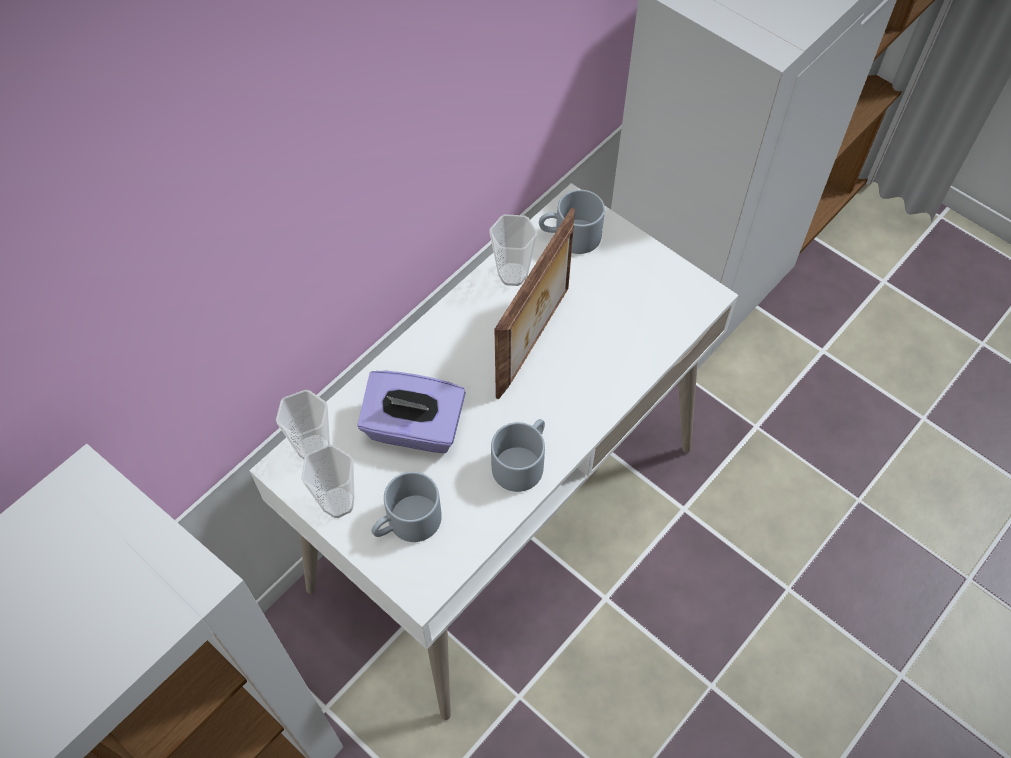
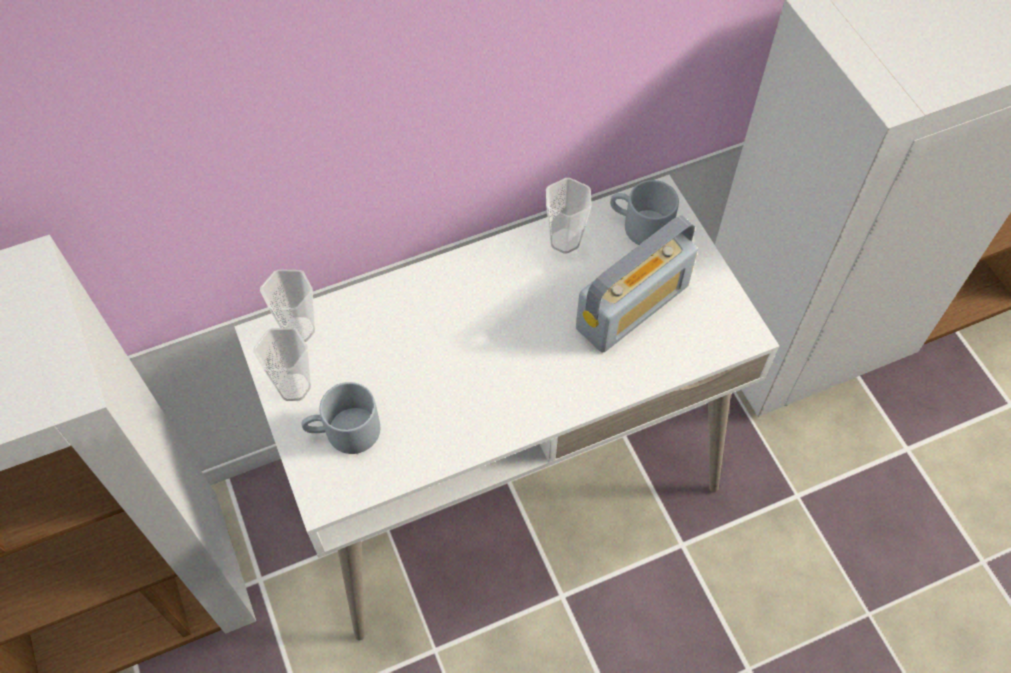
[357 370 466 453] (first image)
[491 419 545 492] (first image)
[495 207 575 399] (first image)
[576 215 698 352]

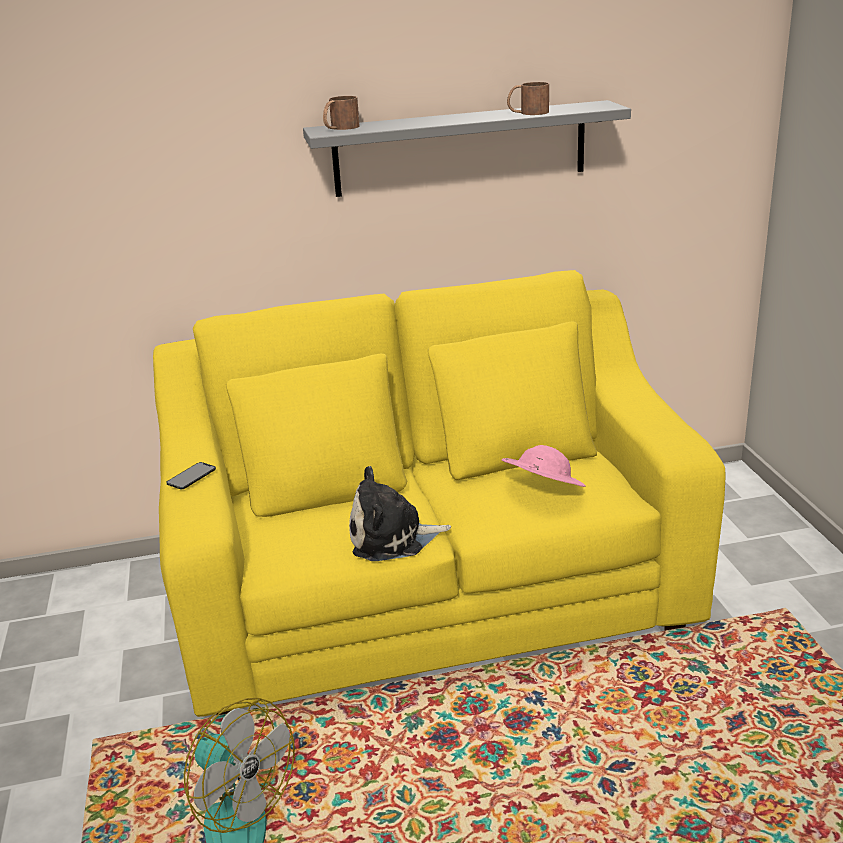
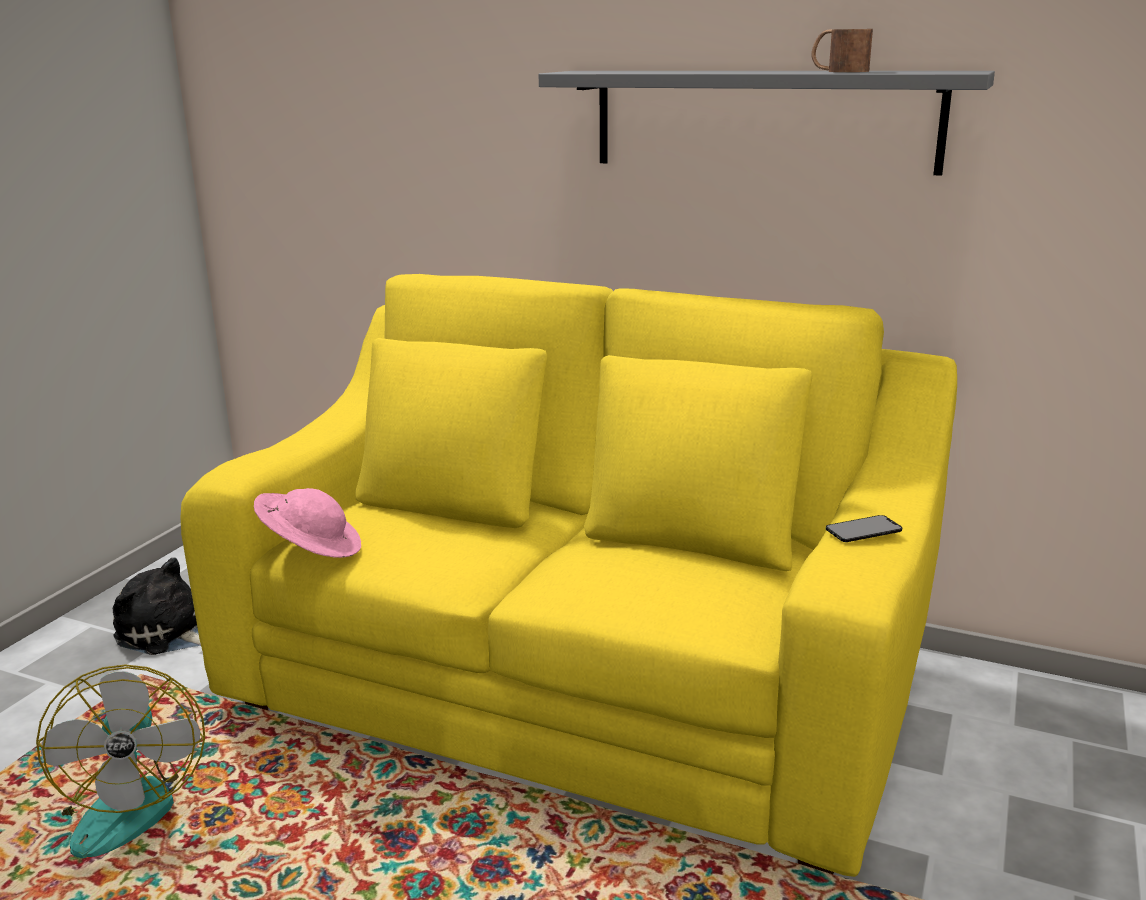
[323 96 360 130] (first image)
[826 515 902 542]
[113 557 201 655]
[254 488 361 558]

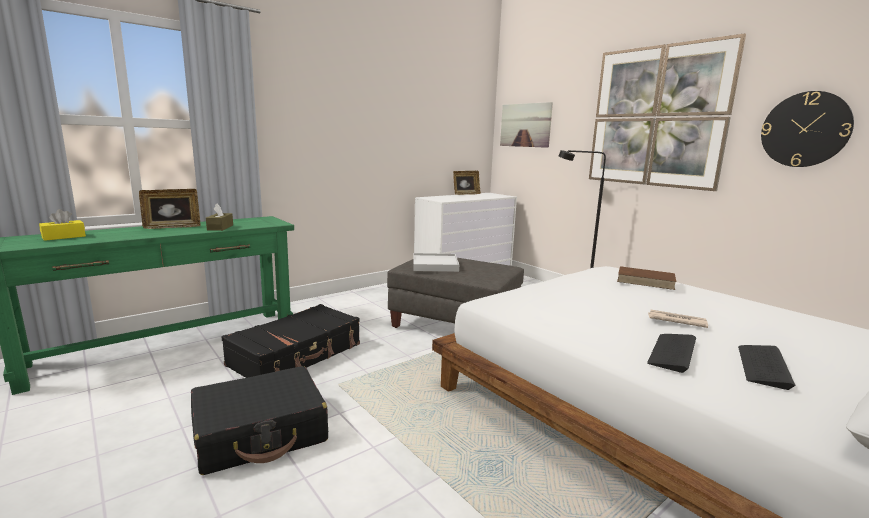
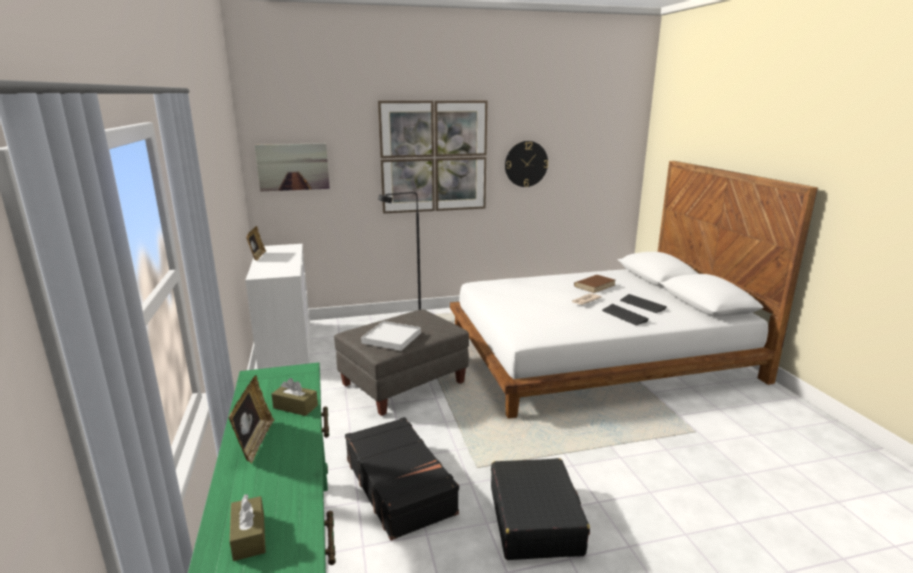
[574 275 615 293]
[230 494 266 561]

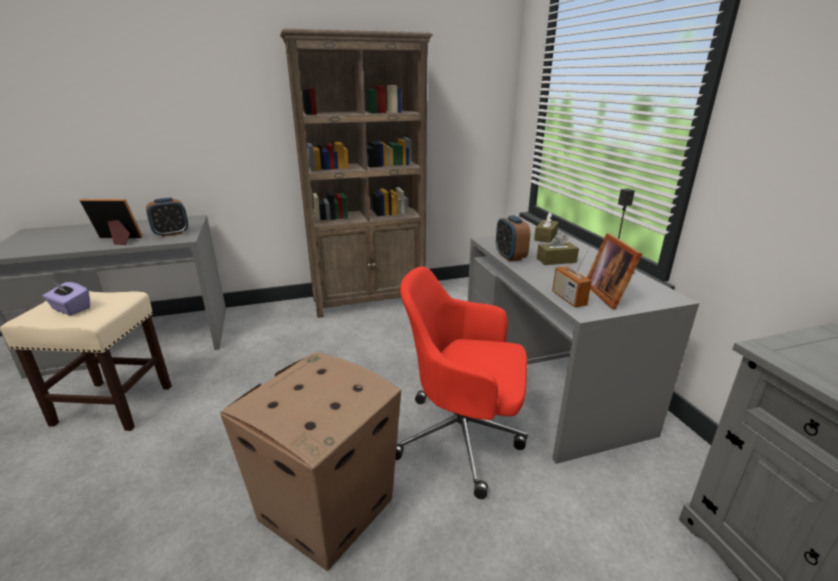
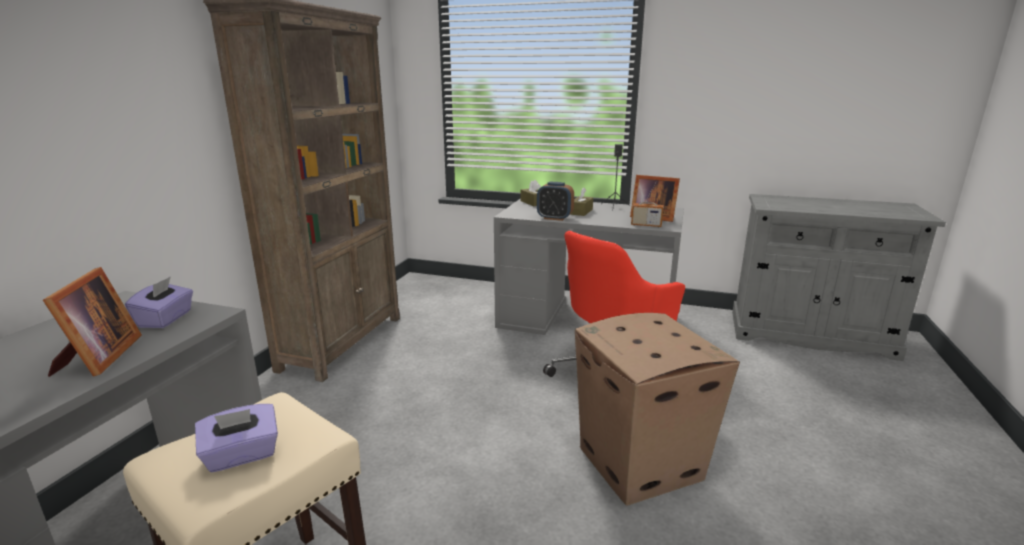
[125 276 193 328]
[43 267 142 377]

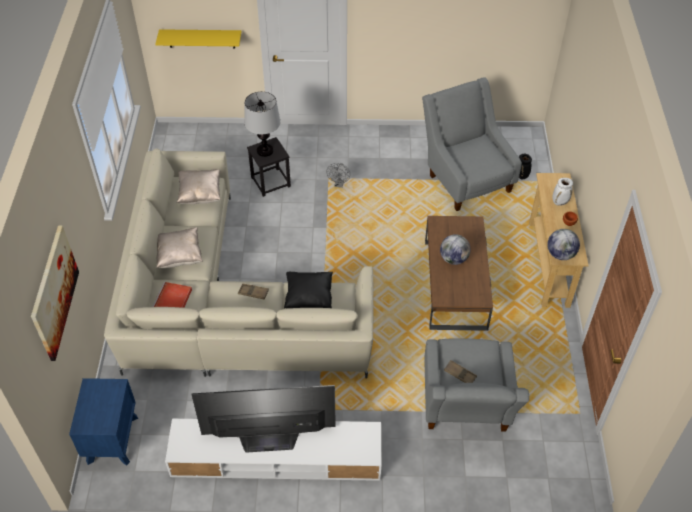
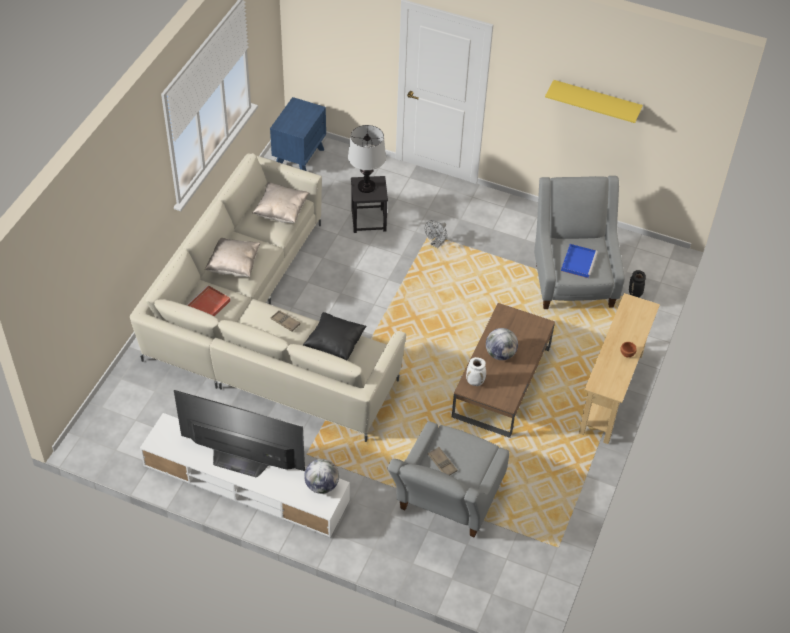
[31 225 79 361] (first image)
[561 244 598 278]
[270 97 326 171]
[545 80 643 123]
[304 459 339 494]
[466 357 486 386]

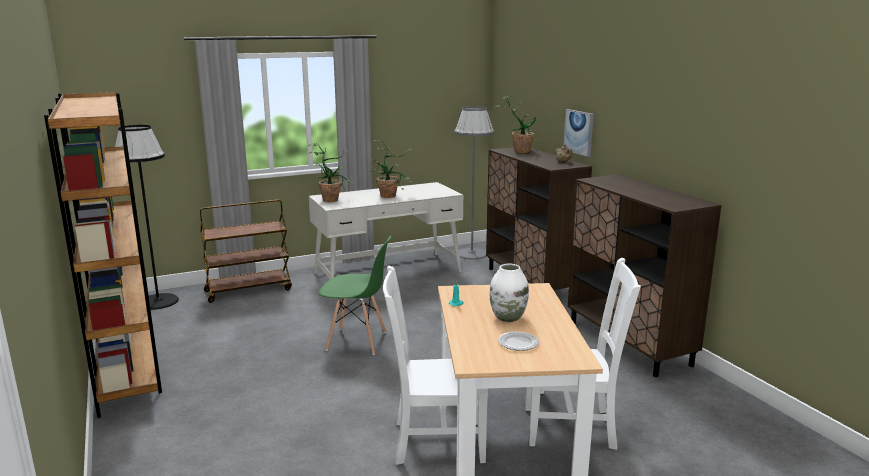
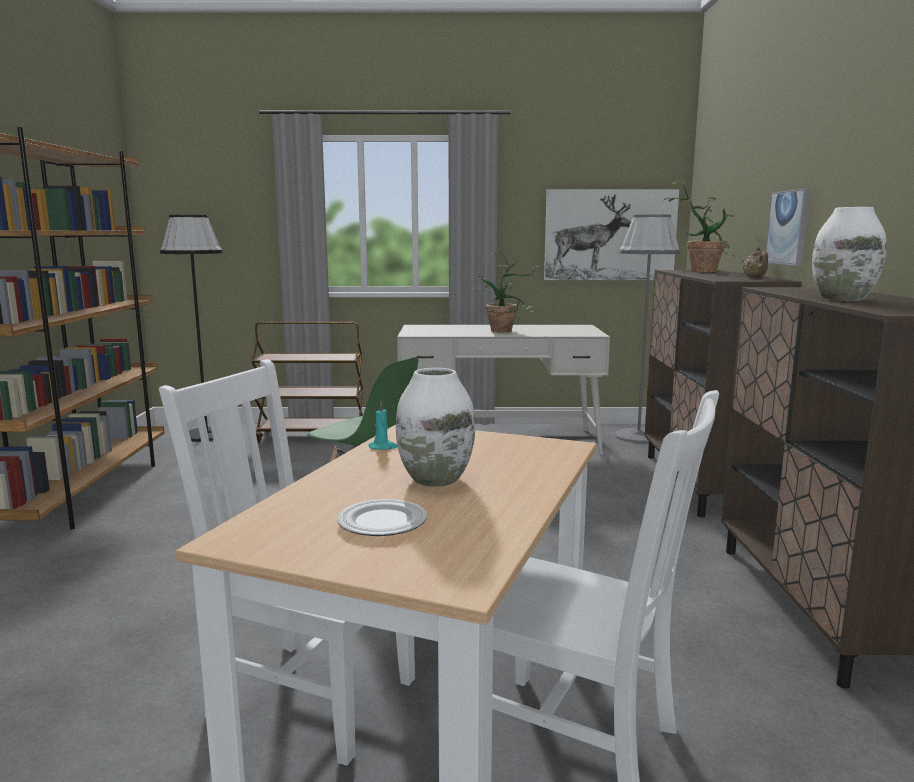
[308 143 354 202] (first image)
[544 189 679 280]
[812 207 886 301]

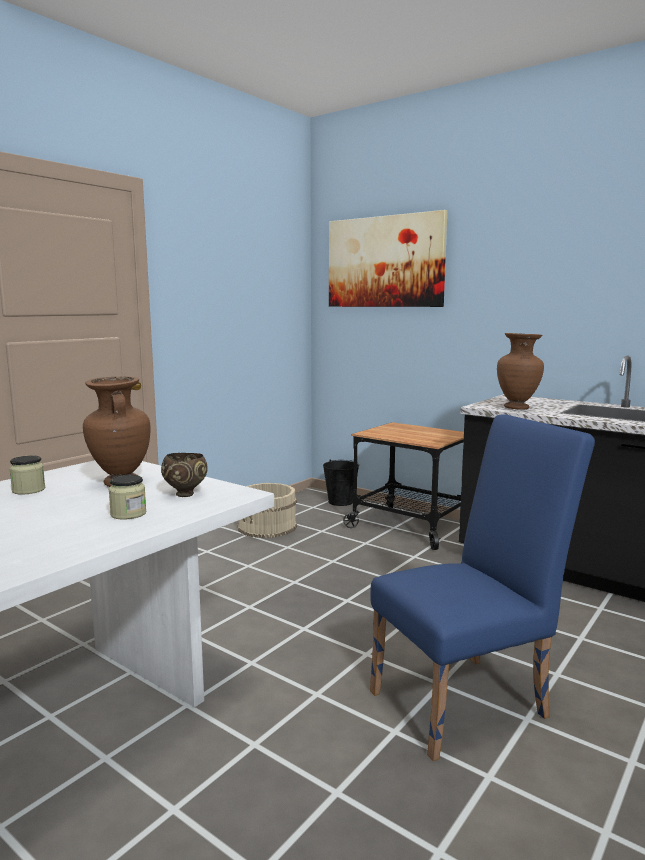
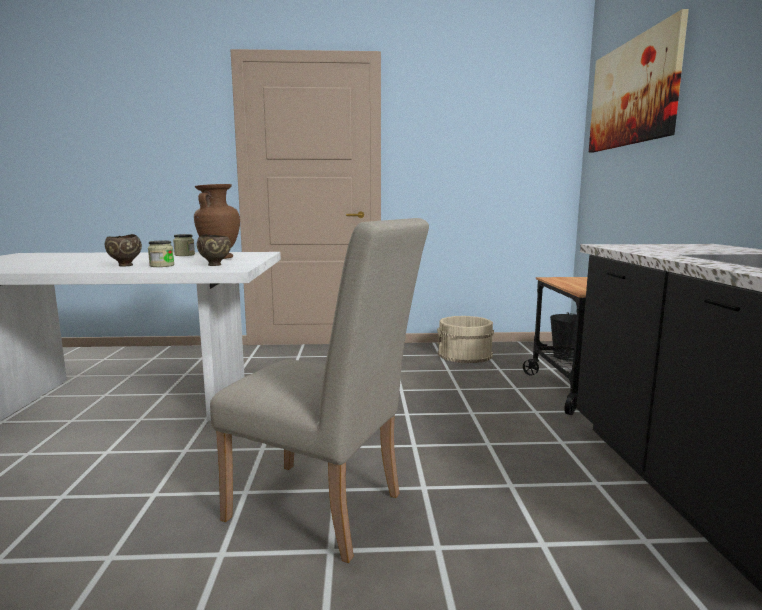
[497 333 544 410] (first image)
[105 234 142 267]
[210 218 429 563]

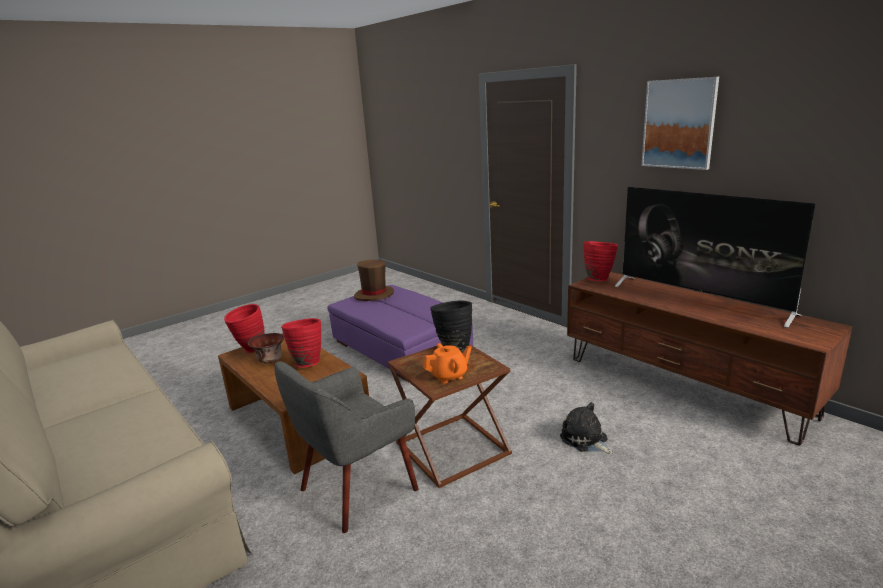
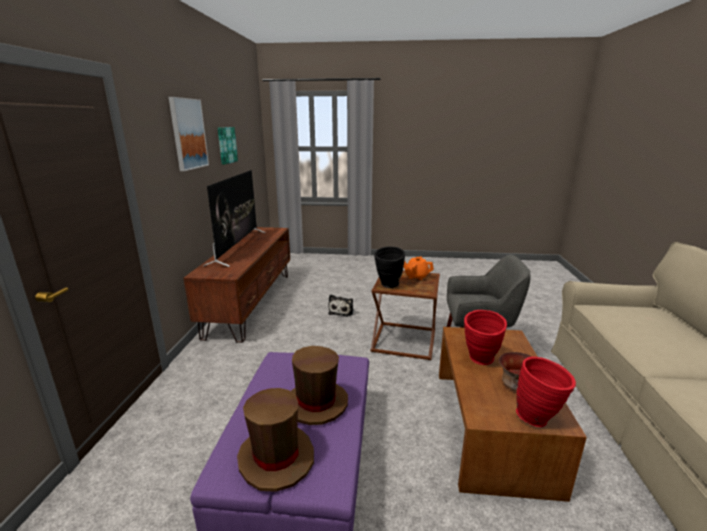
[584 241 618 281] (first image)
[218 127 238 165]
[291 346 348 425]

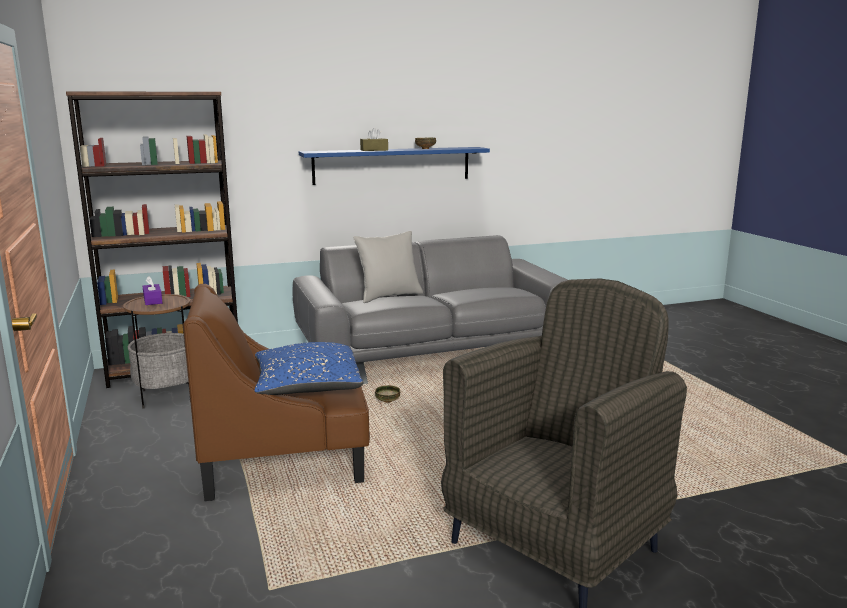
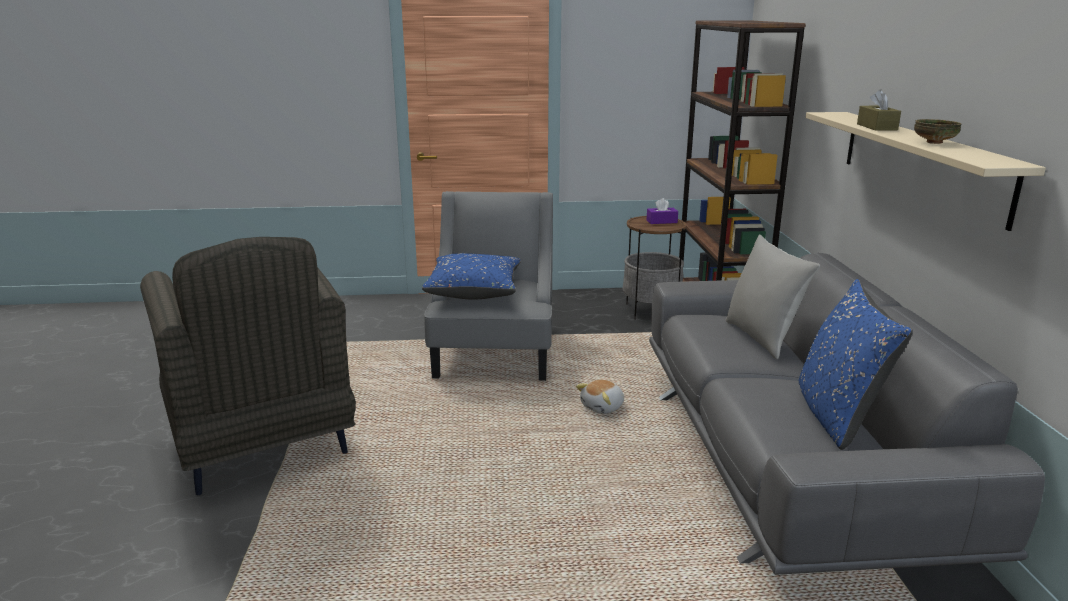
[798 279 913 450]
[576 380 624 414]
[424 191 553 381]
[806 112 1046 231]

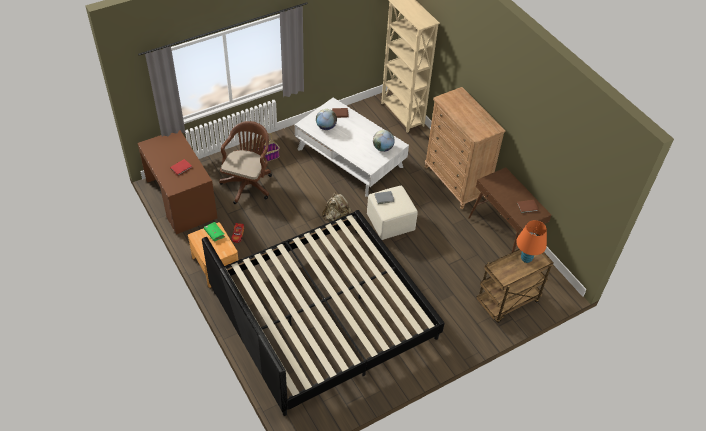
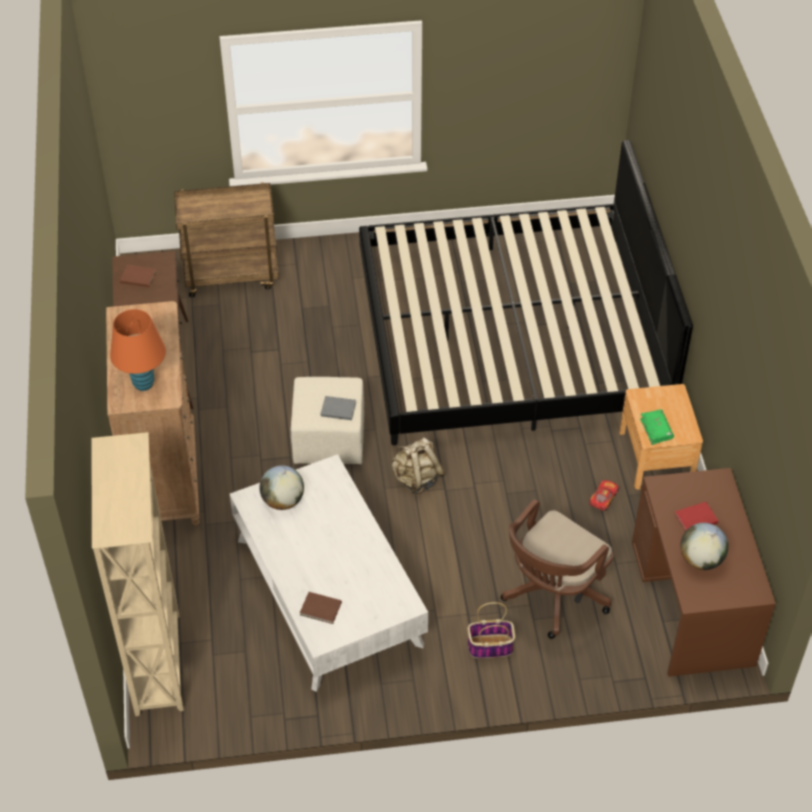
[680 523 728 570]
[110 309 166 391]

